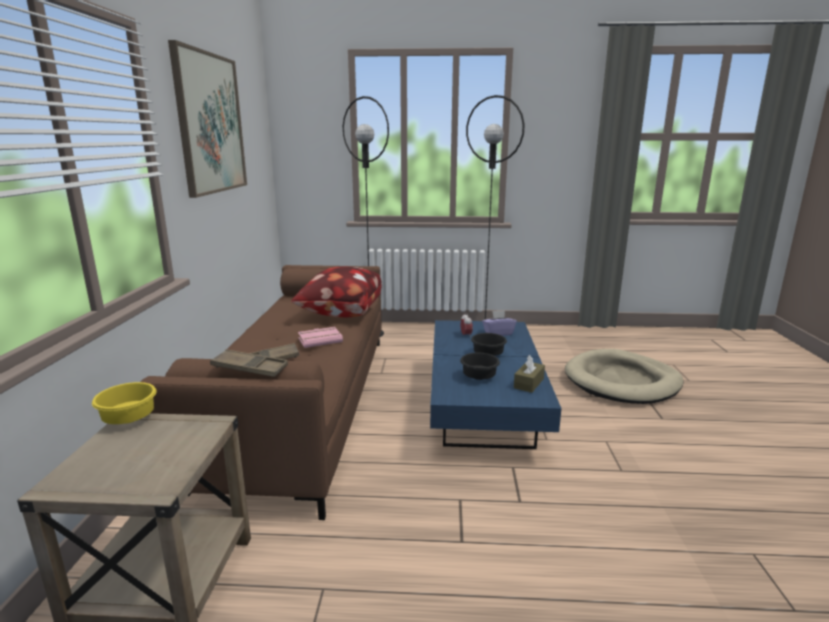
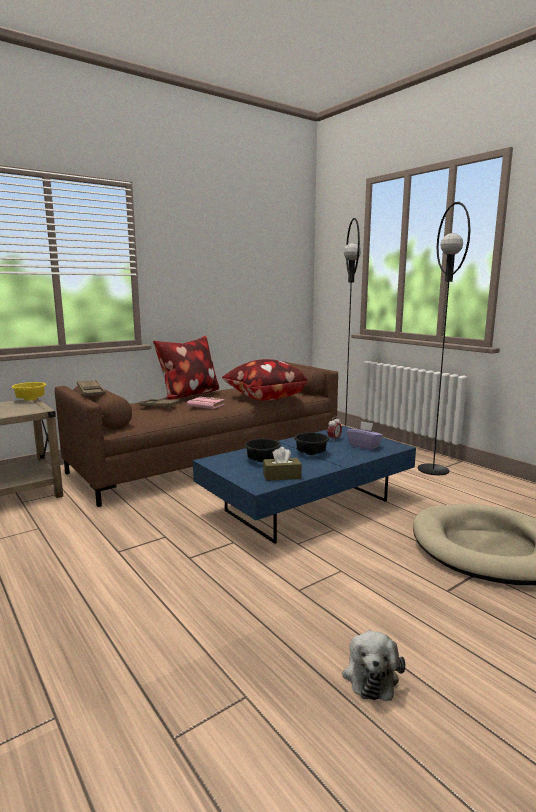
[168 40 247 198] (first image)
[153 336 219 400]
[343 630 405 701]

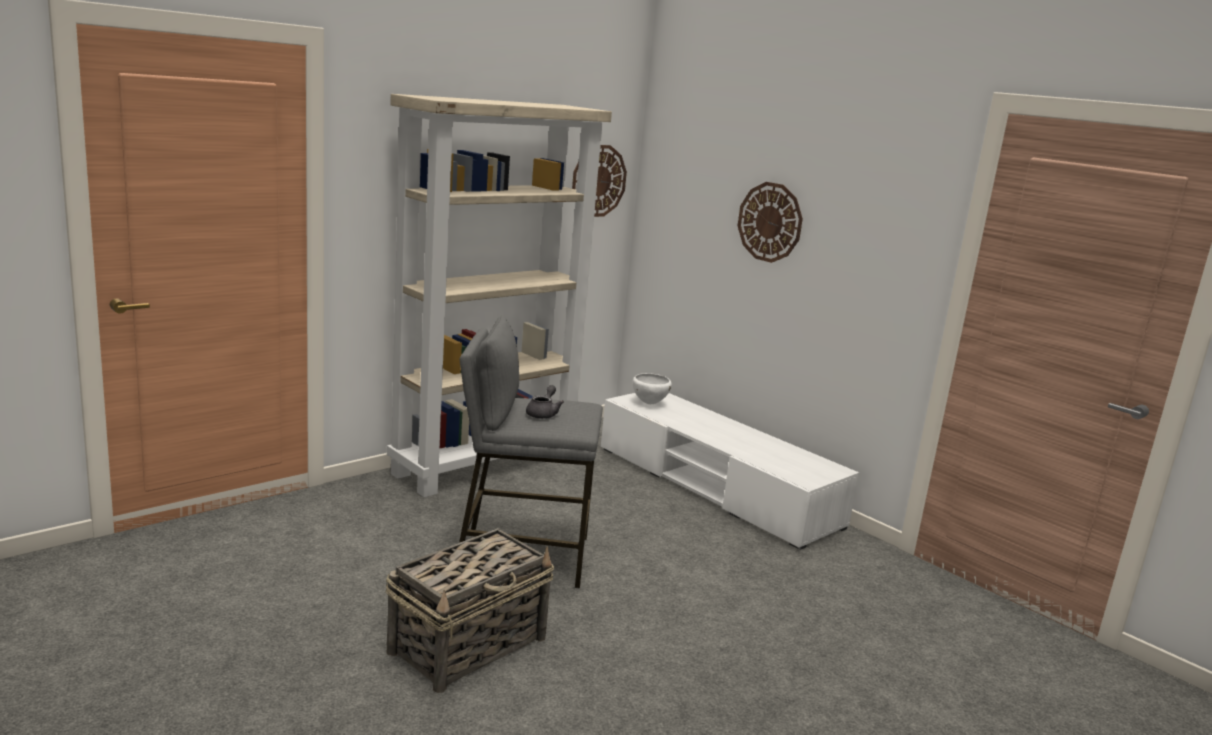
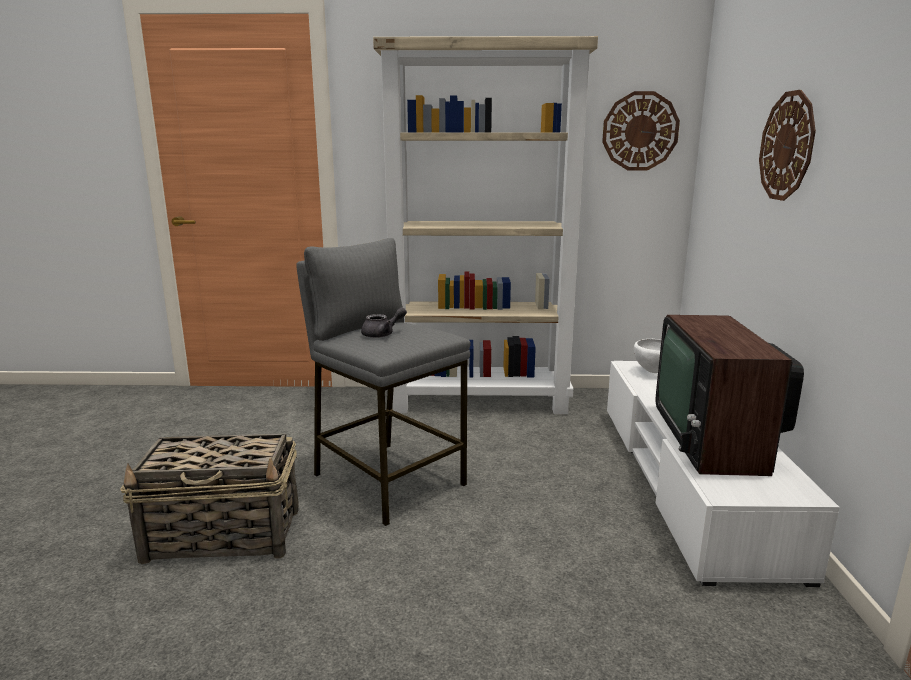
[655 315 804 476]

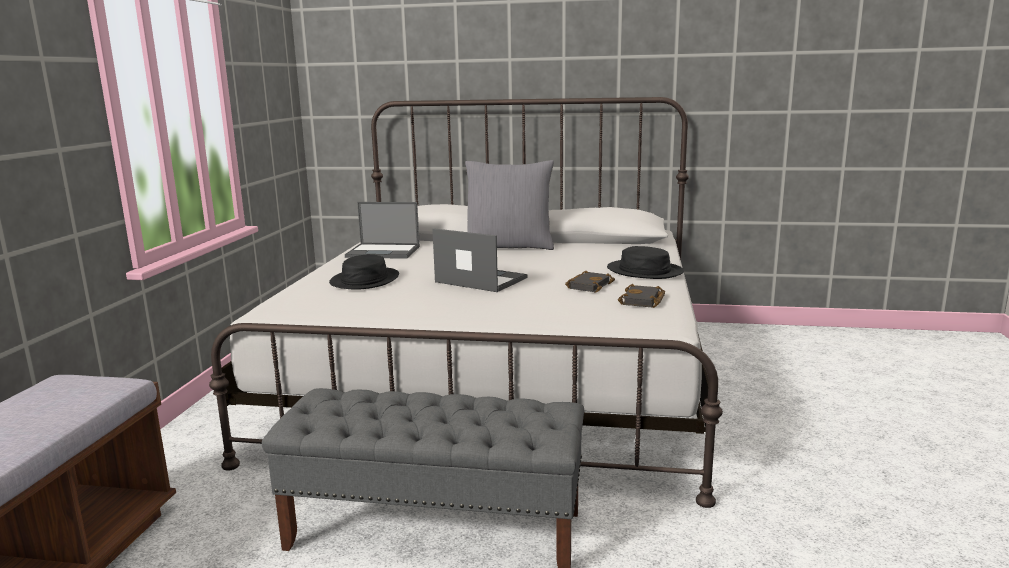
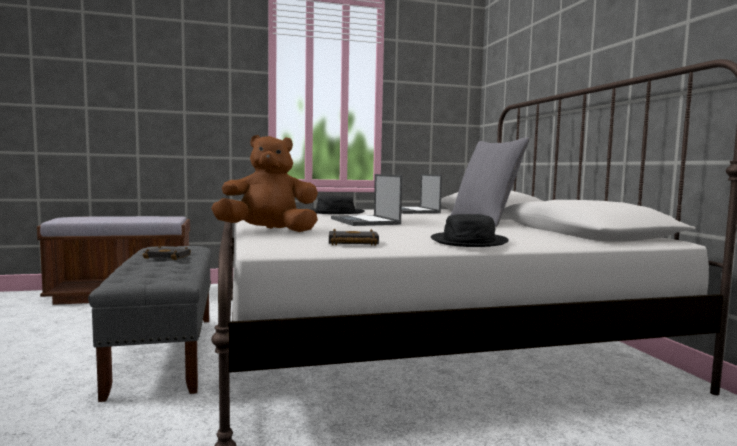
[211 135 318 232]
[143 246 191 260]
[331 174 403 226]

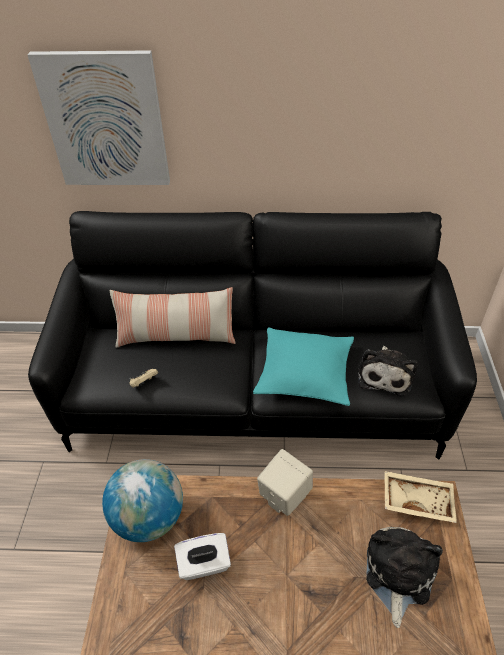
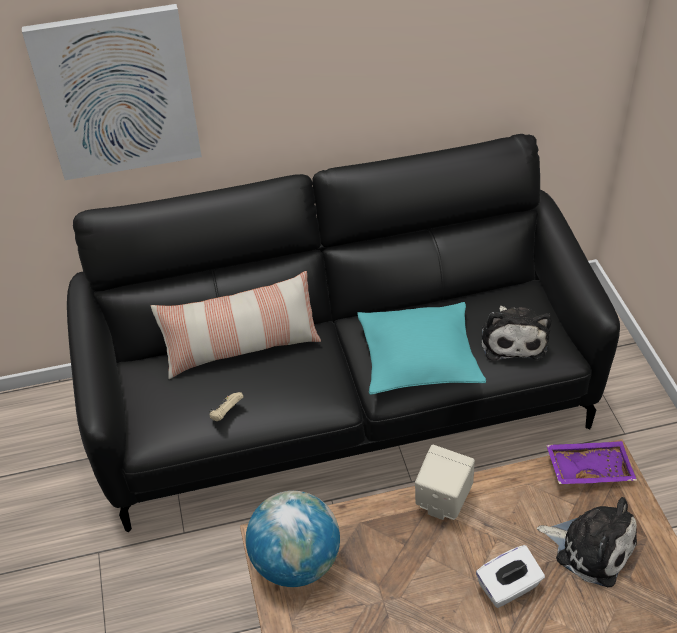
[476 545 545 608]
[546 441 637 484]
[537 497 637 587]

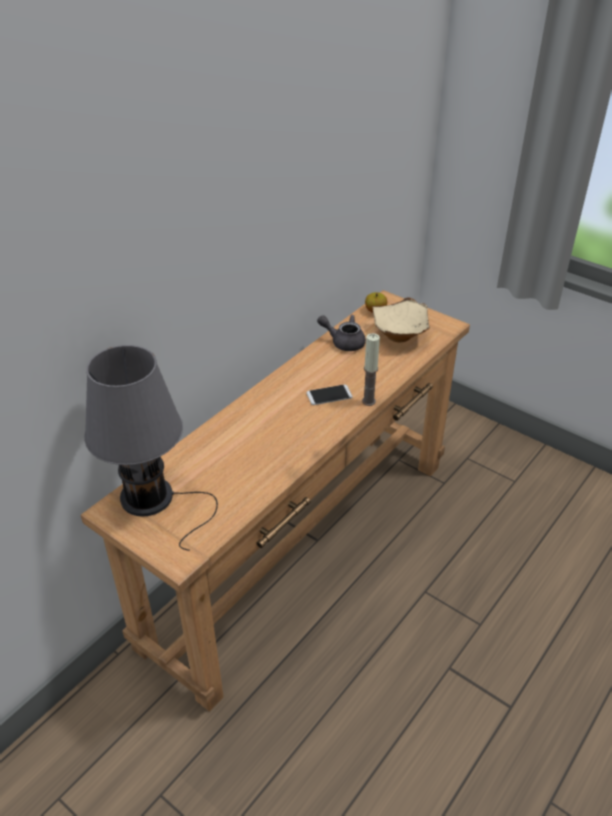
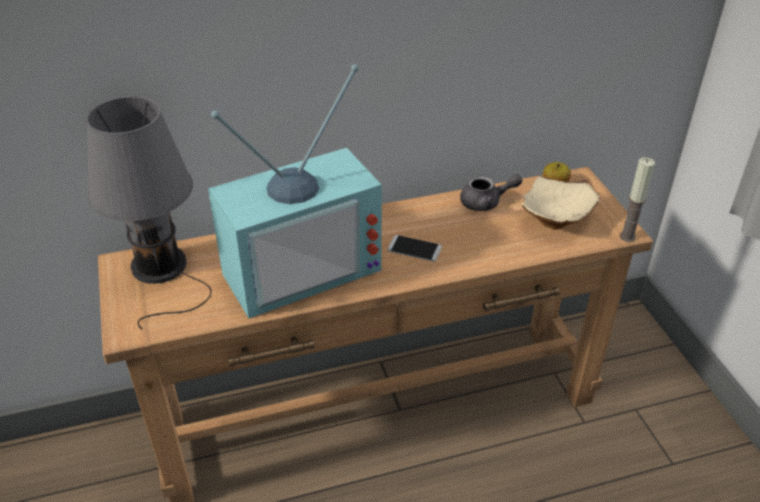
[208 64 382 319]
[620 158 655 242]
[460 174 523 211]

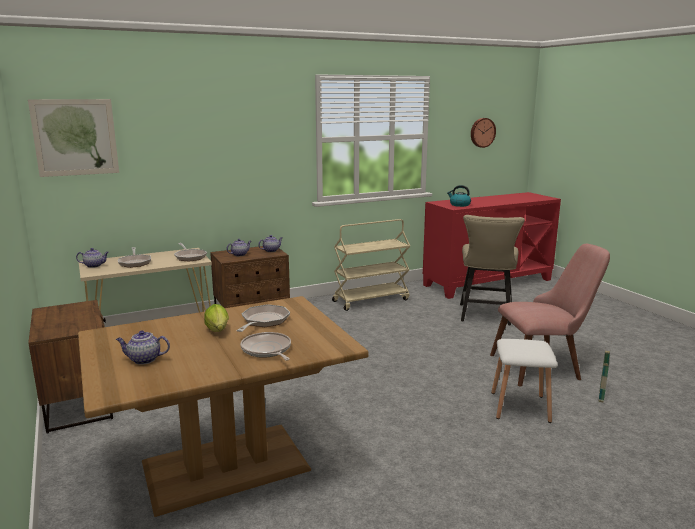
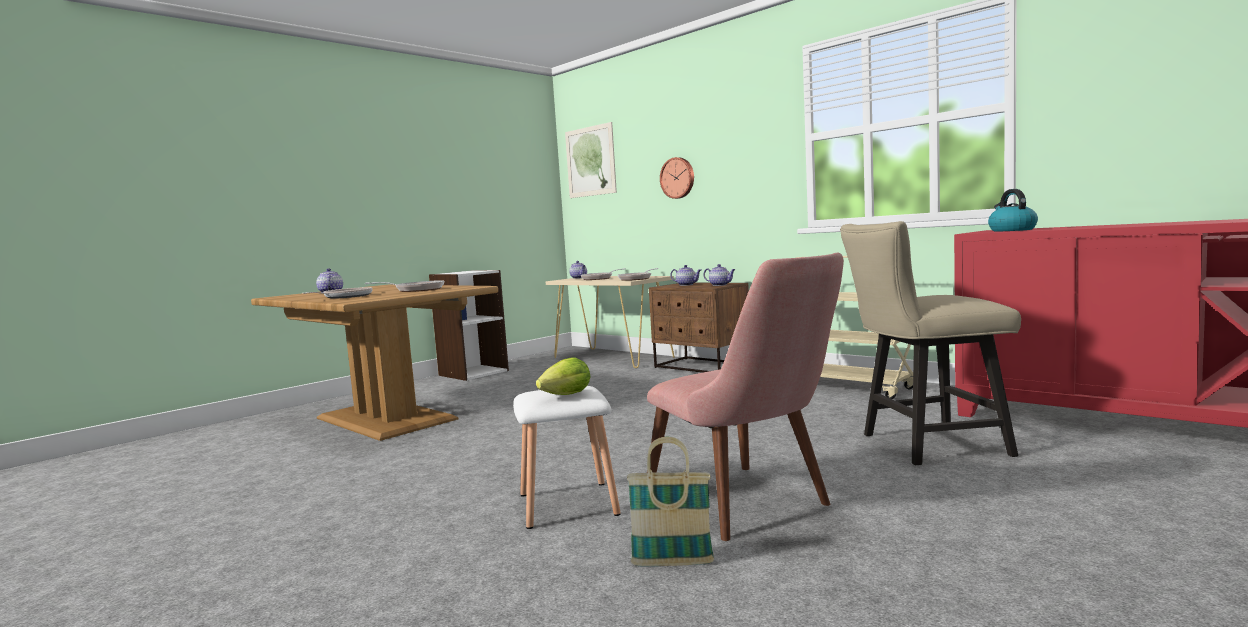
[536 357 590 395]
[660 157 694 199]
[429 270 509 381]

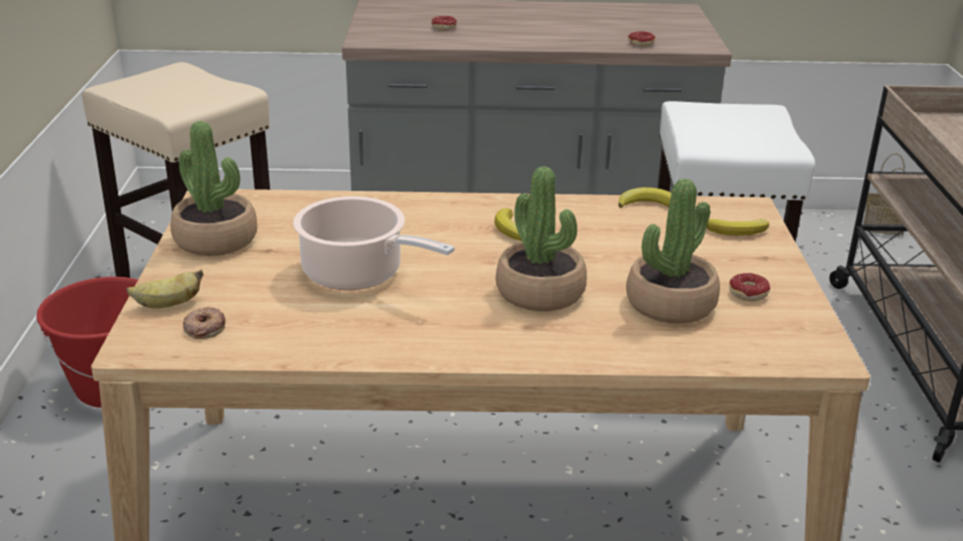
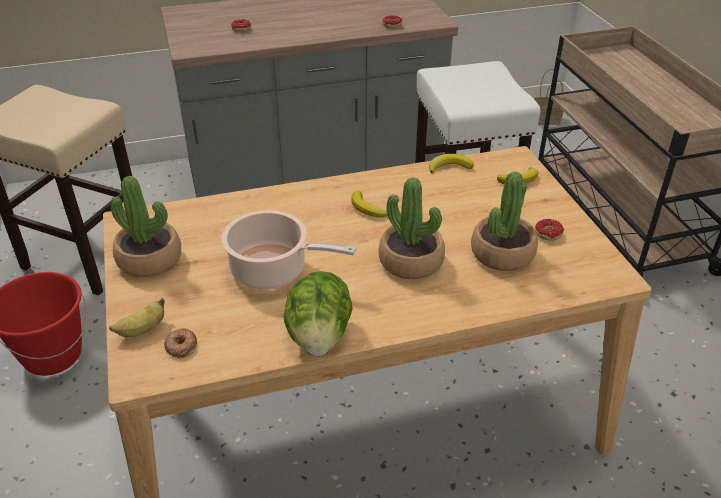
[284 271 353 356]

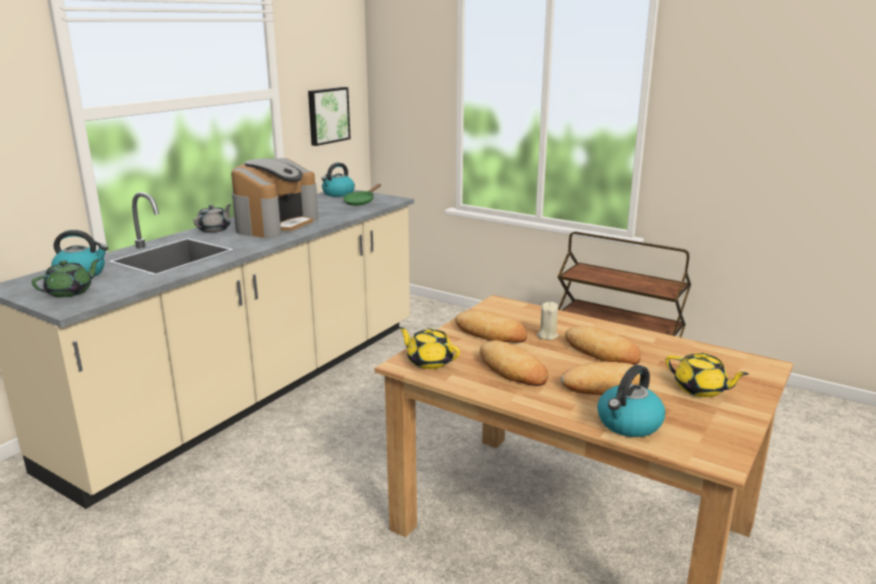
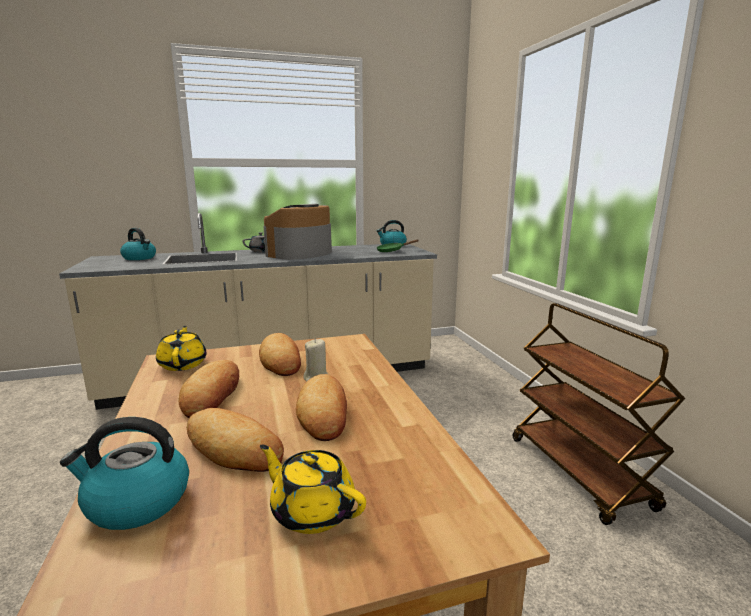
[32 259 100 298] (first image)
[308 87 351 146] (first image)
[263 204 332 260]
[260 445 366 534]

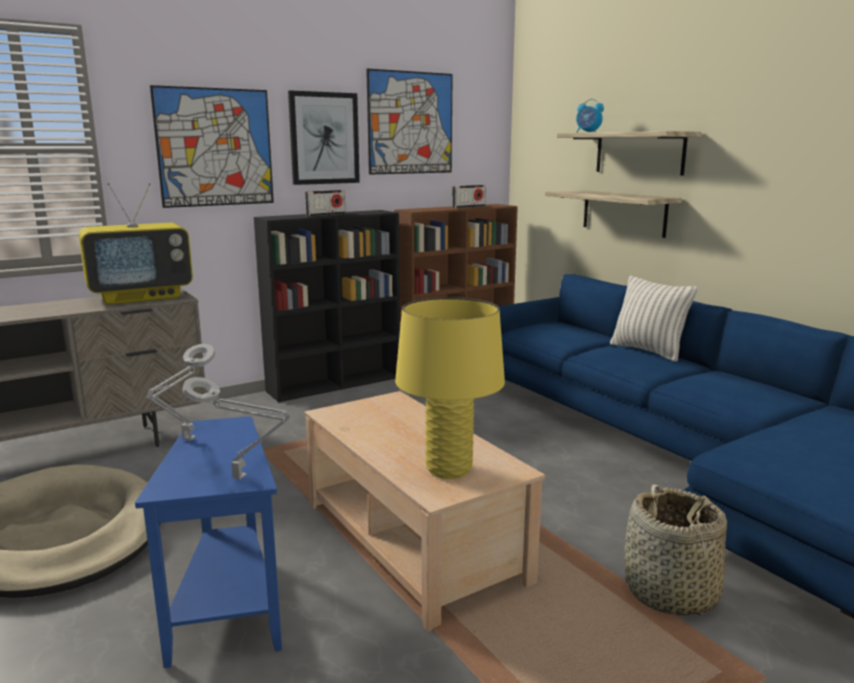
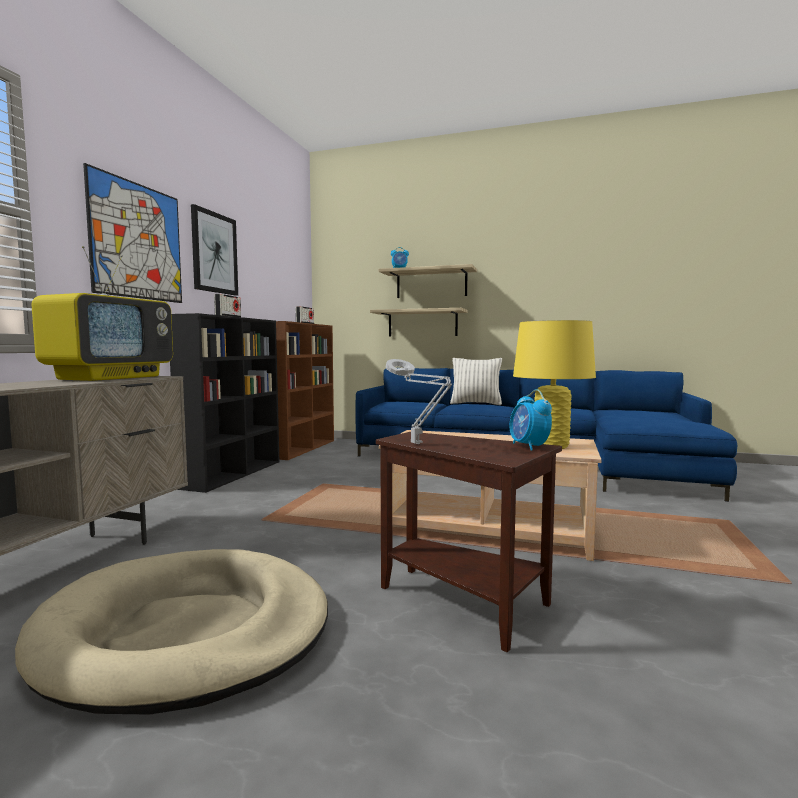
[366 69 453 175] (first image)
[625 484 727 616] (first image)
[510 389 552 451]
[376 432 562 652]

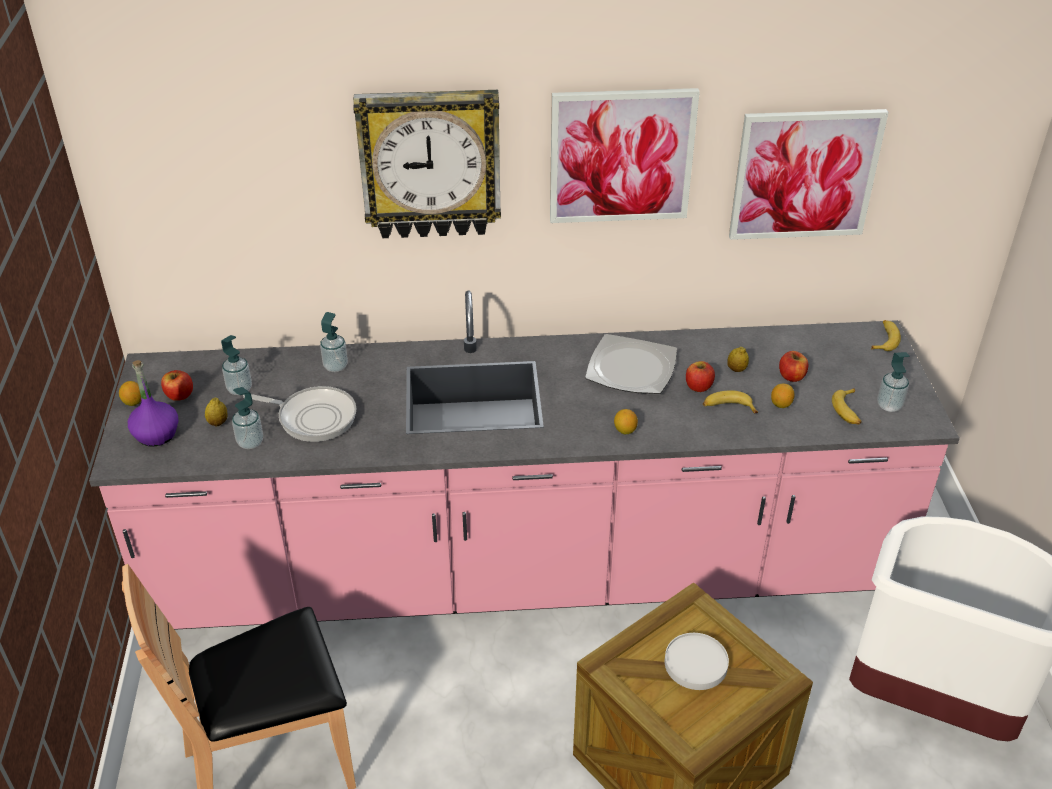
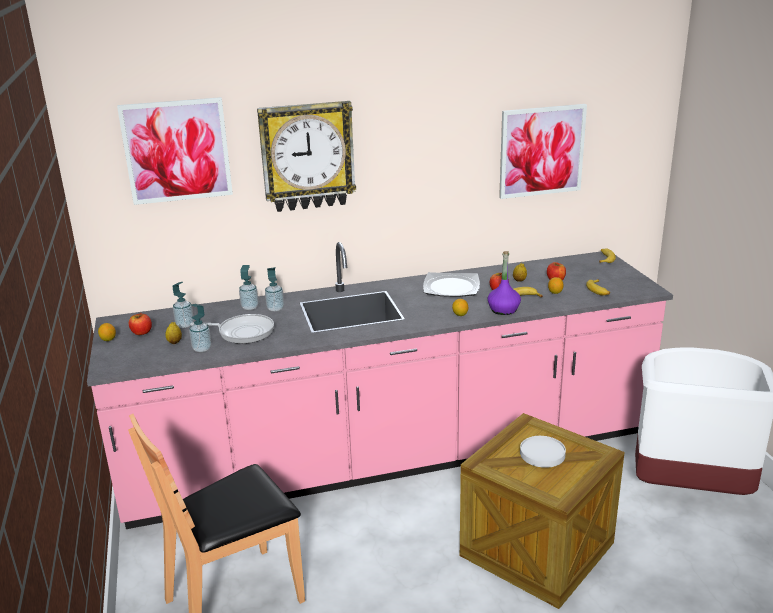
[488 251 521 315]
[117 97 233 205]
[265 267 284 312]

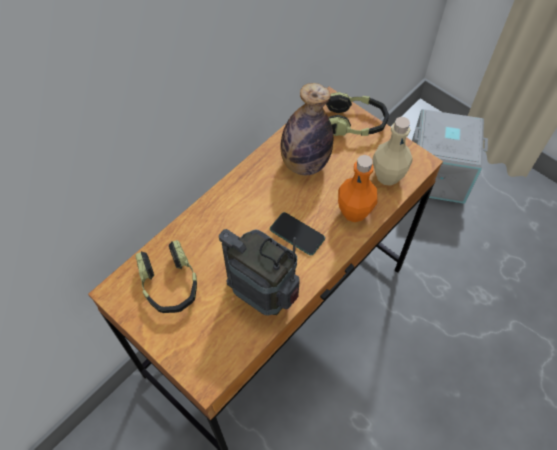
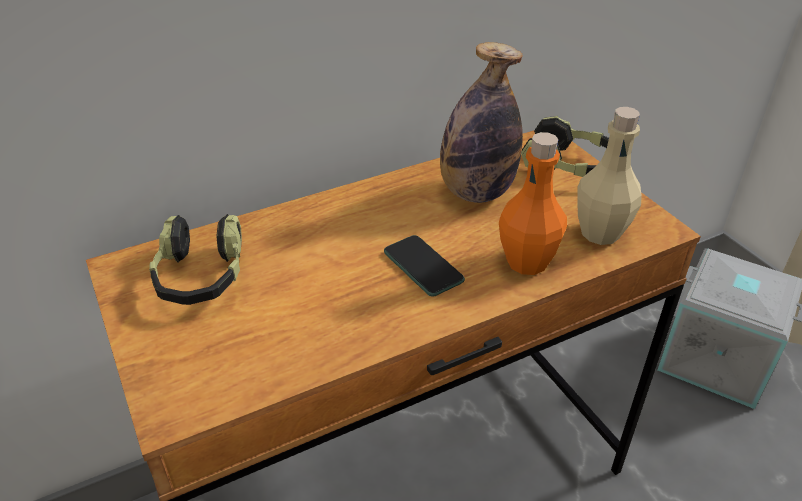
[219 229 300 316] (first image)

